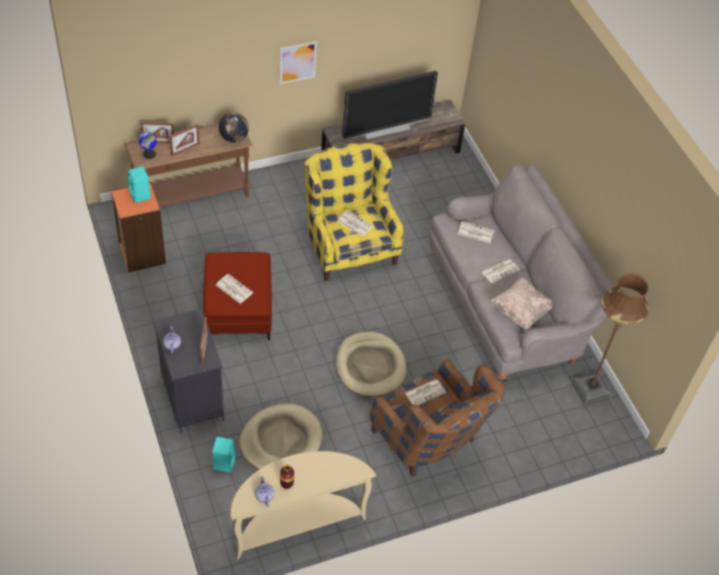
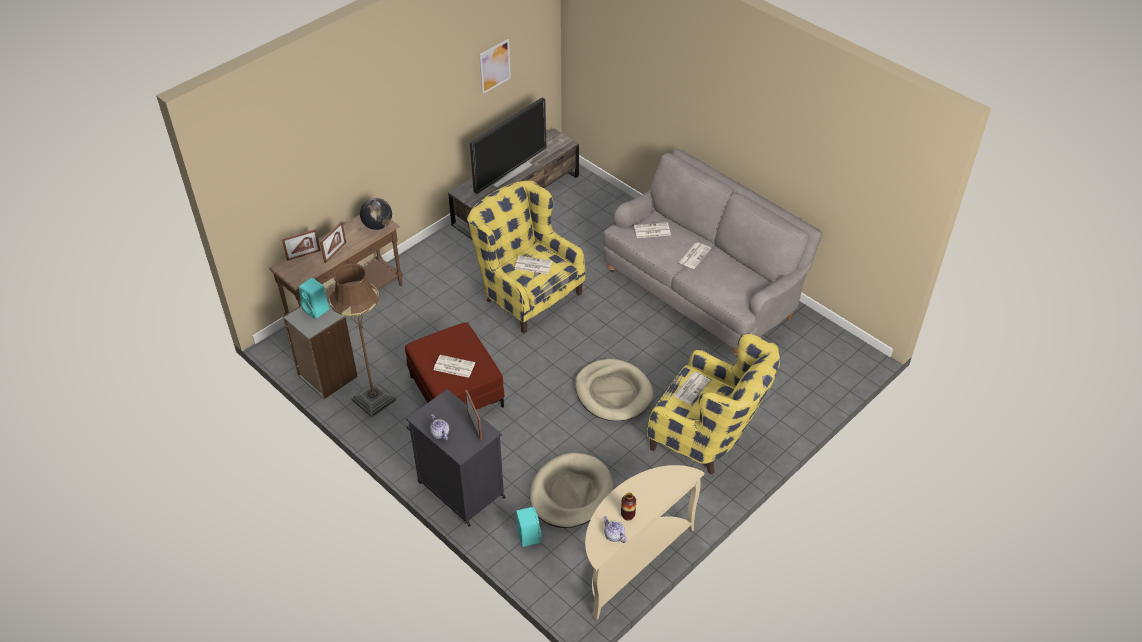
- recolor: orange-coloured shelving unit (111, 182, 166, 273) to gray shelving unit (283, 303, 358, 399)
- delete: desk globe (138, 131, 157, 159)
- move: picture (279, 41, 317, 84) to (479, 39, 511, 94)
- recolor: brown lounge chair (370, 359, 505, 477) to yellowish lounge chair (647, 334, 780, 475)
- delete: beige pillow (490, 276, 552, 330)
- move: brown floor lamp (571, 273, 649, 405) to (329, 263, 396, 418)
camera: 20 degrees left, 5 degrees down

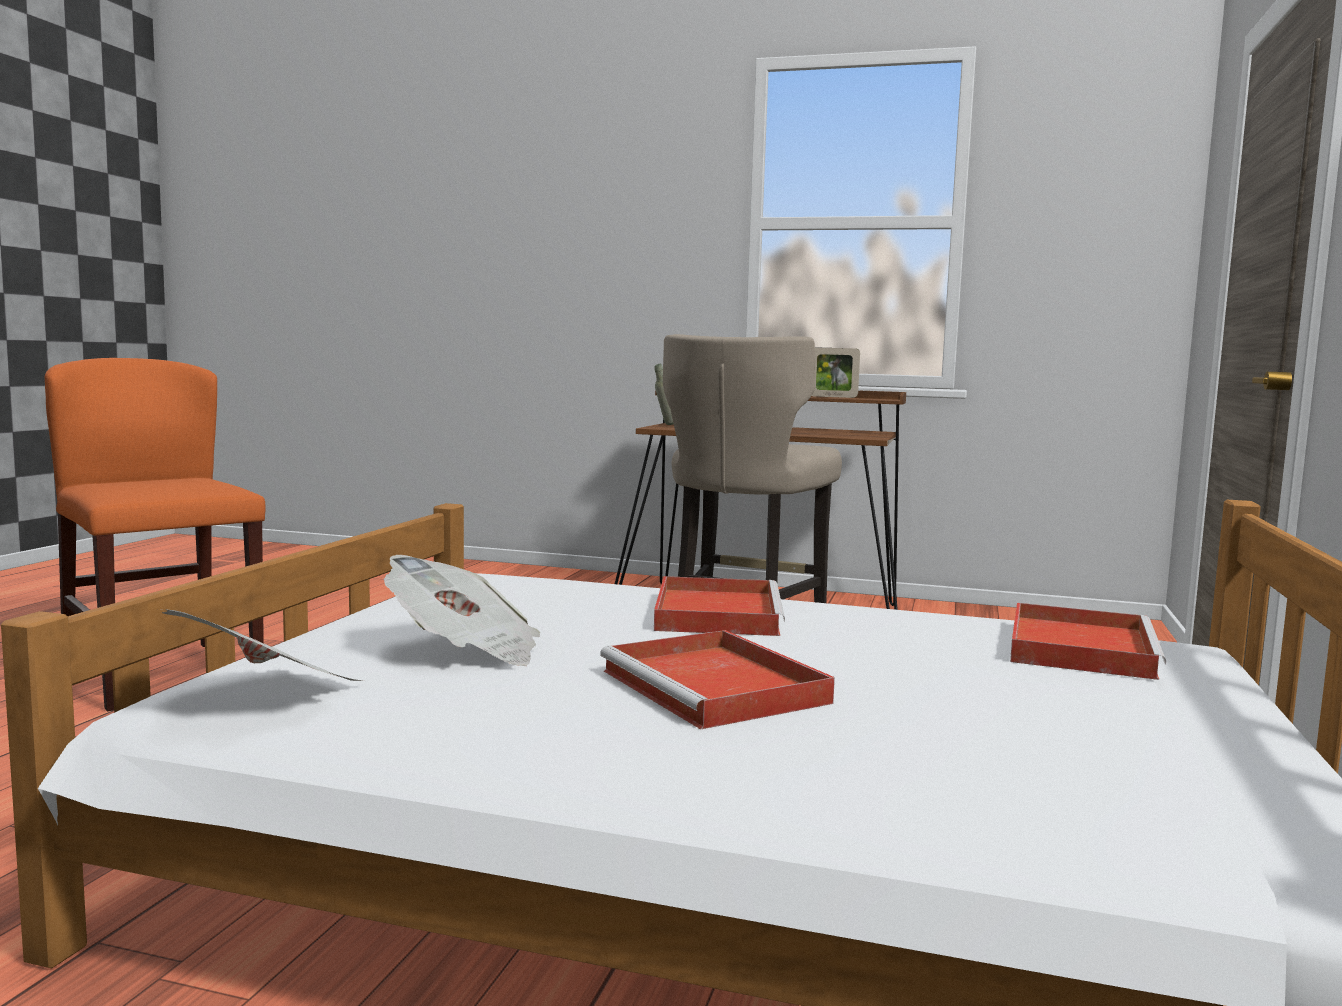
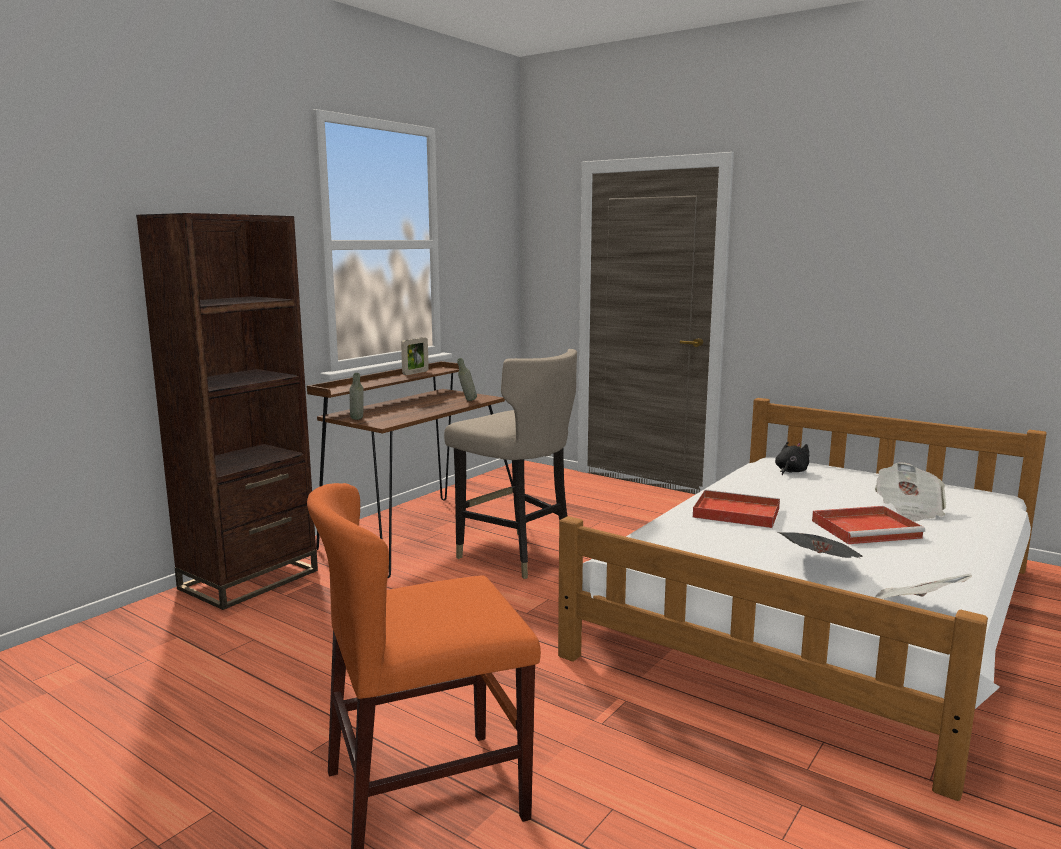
- replace: red-coloured serving tray (1010, 603, 1166, 680) to black-coloured plush toy (775, 442, 809, 475)
- insert: brown shelving unit (136, 213, 318, 610)
- insert: gray drink bottle (457, 358, 477, 401)
- insert: printed paper (875, 462, 946, 522)
camera: 70 degrees left, 5 degrees up

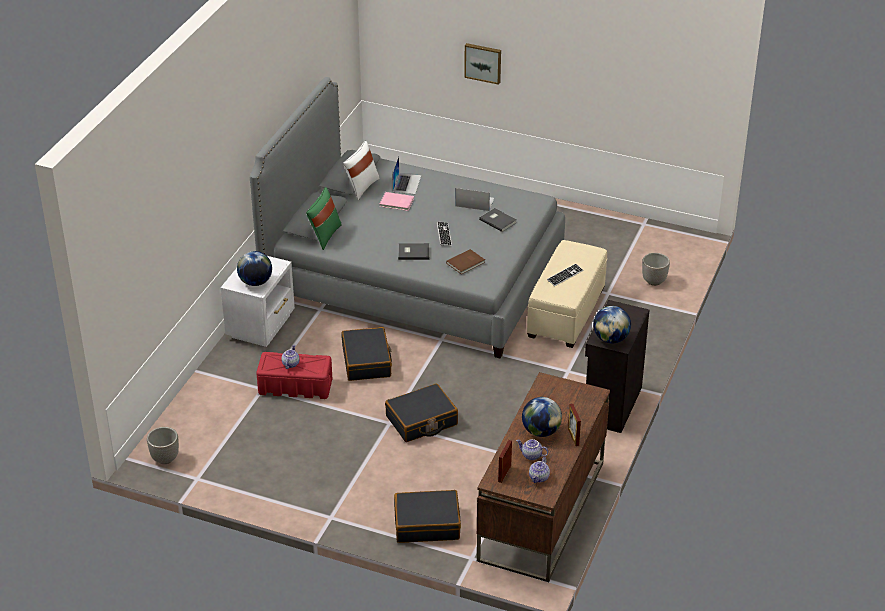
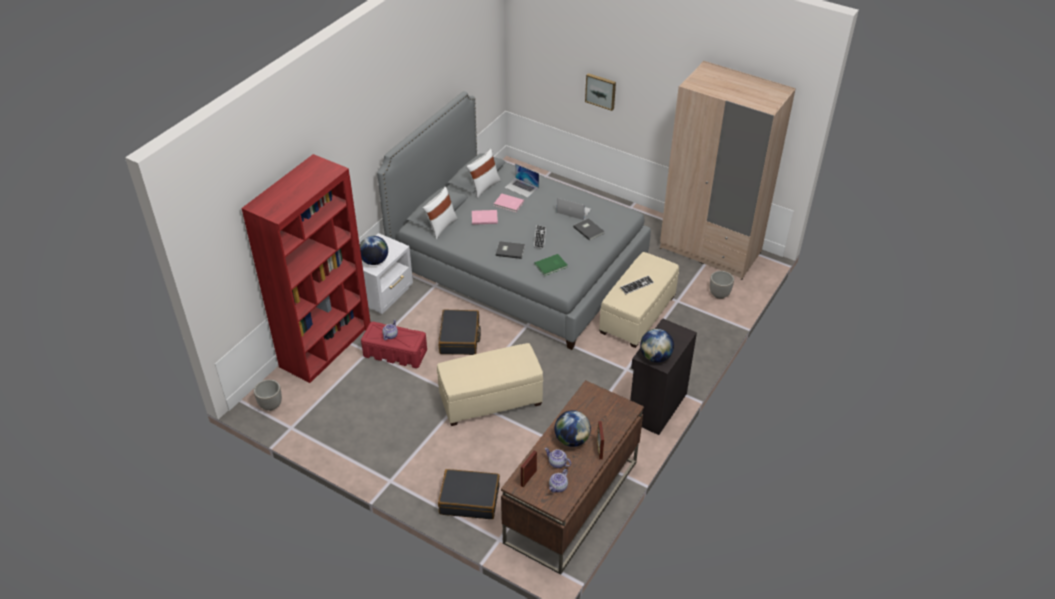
- recolor: green-coloured pillow (306, 187, 342, 250) to white-coloured pillow (423, 187, 458, 240)
- replace: black-coloured travel case (385, 384, 458, 442) to beige pouffe (437, 343, 543, 426)
- rotate: portable computer (392, 156, 421, 194) = (504, 164, 539, 198) 105 degrees clockwise
- recolor: brown book (446, 249, 485, 274) to green-coloured book (535, 254, 567, 276)
- insert: red-coloured shelving unit (241, 154, 370, 383)
- insert: pink book (472, 210, 498, 225)
- insert: beige wardrobe (660, 61, 796, 280)
camera: 10 degrees right, 5 degrees up

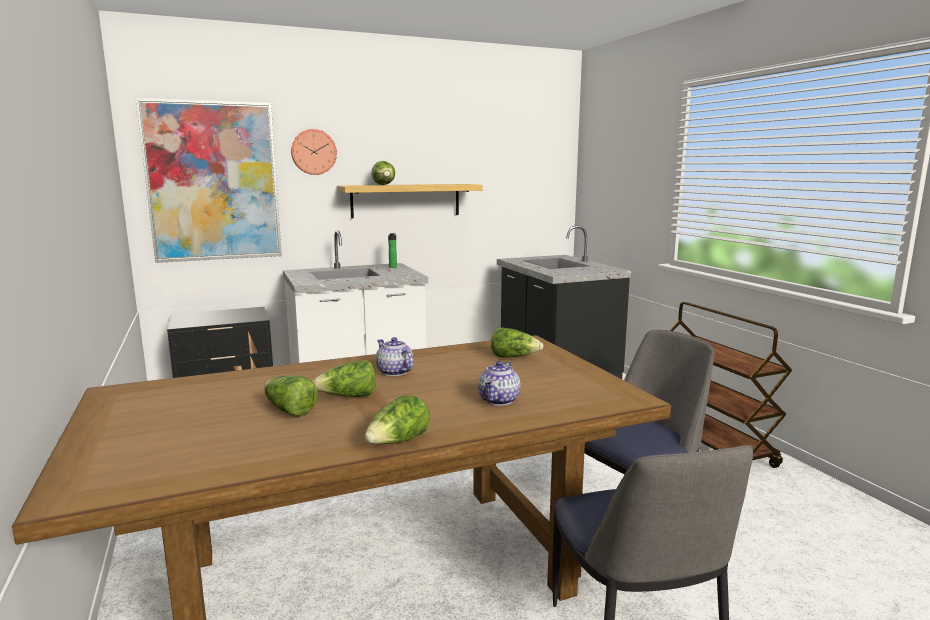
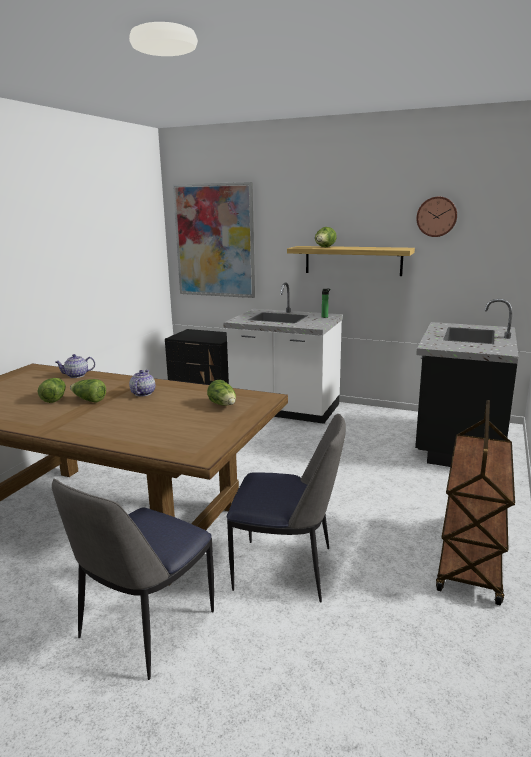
- move: clock on the wall (291, 129, 337, 175) to (416, 197, 457, 237)
- delete: lettuce (365, 395, 430, 444)
- move: teapot (478, 361, 521, 406) to (55, 354, 95, 378)
camera: 45 degrees right, 5 degrees up

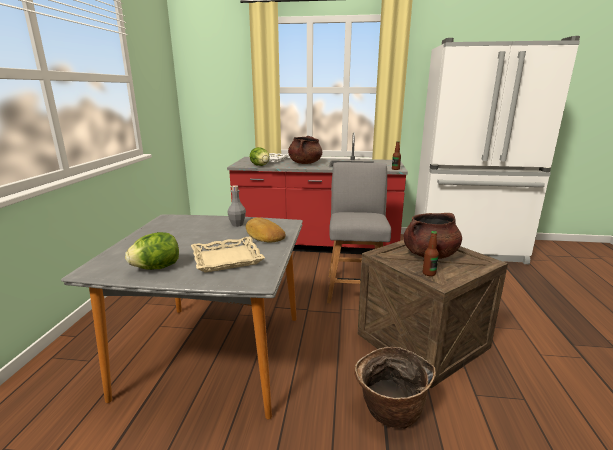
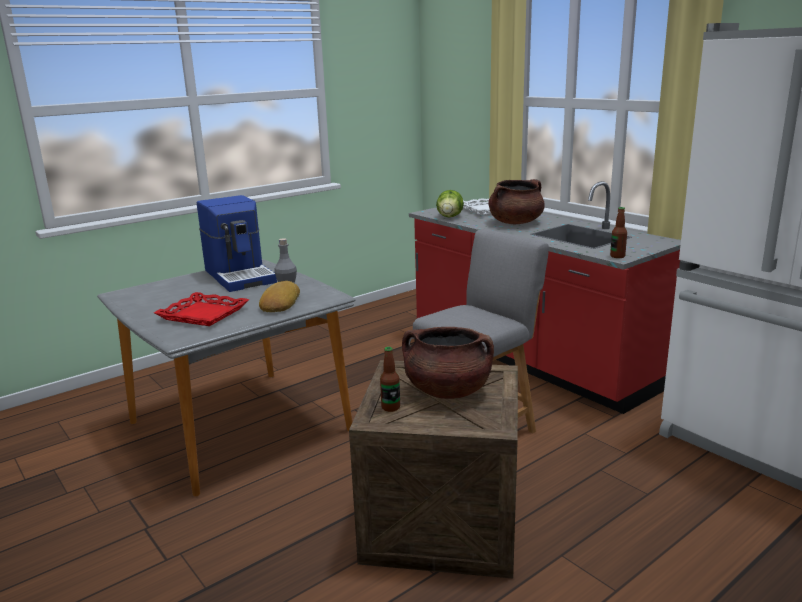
- delete: lettuce (125, 232, 179, 270)
- recolor: beige serving tray (191, 236, 265, 273) to red-coloured serving tray (154, 292, 249, 326)
- delete: storage basket (354, 347, 436, 429)
- insert: coffee brewer (197, 195, 277, 292)
camera: 45 degrees right, 0 degrees up

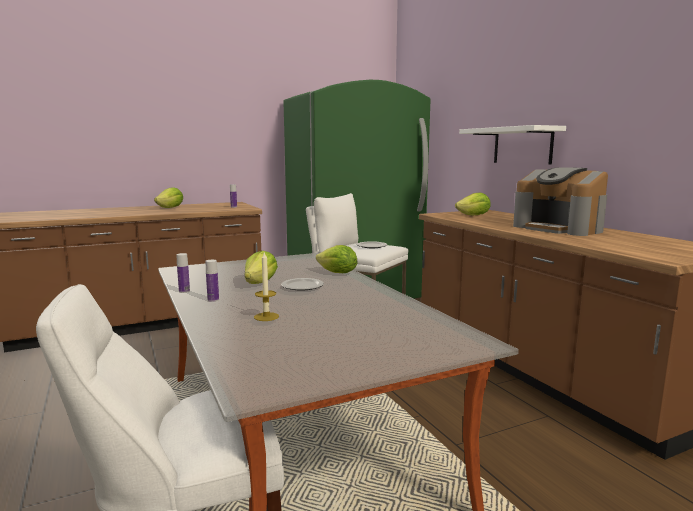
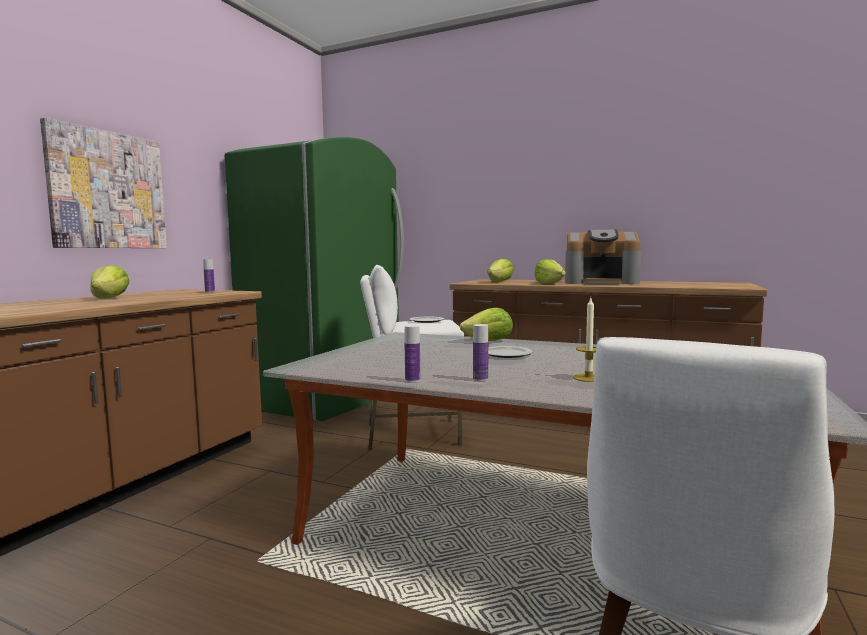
- move: lettuce (245, 251, 278, 284) to (535, 259, 566, 284)
- delete: white-coloured wall shelf (459, 125, 566, 165)
- insert: picture (40, 118, 167, 248)
camera: 40 degrees left, 5 degrees down

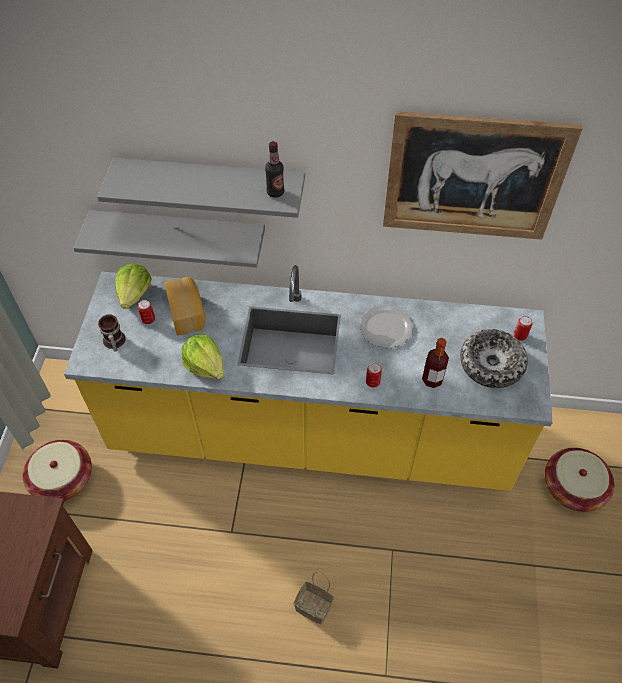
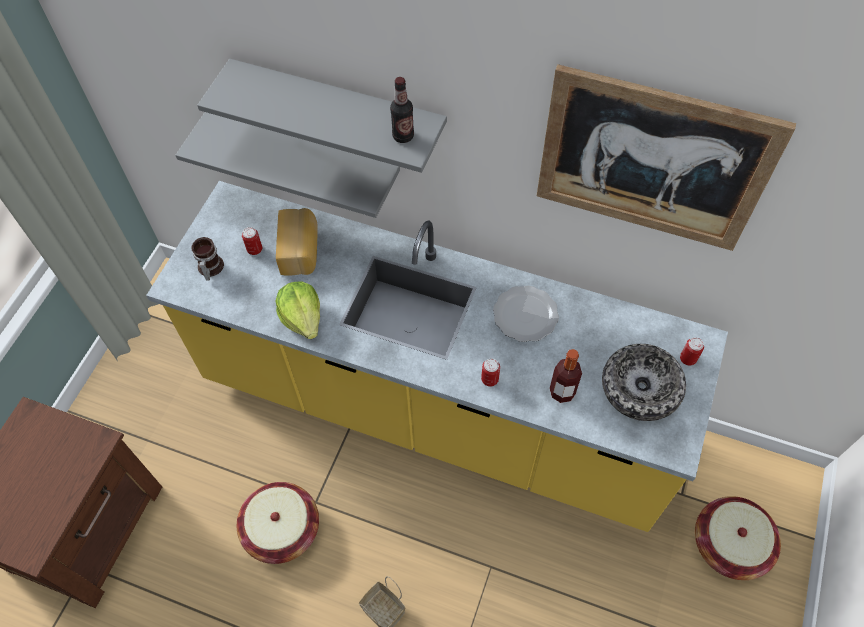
- move: storage basket (23, 440, 92, 501) to (237, 482, 319, 564)
- delete: lettuce (115, 263, 152, 309)
camera: 15 degrees right, 5 degrees up

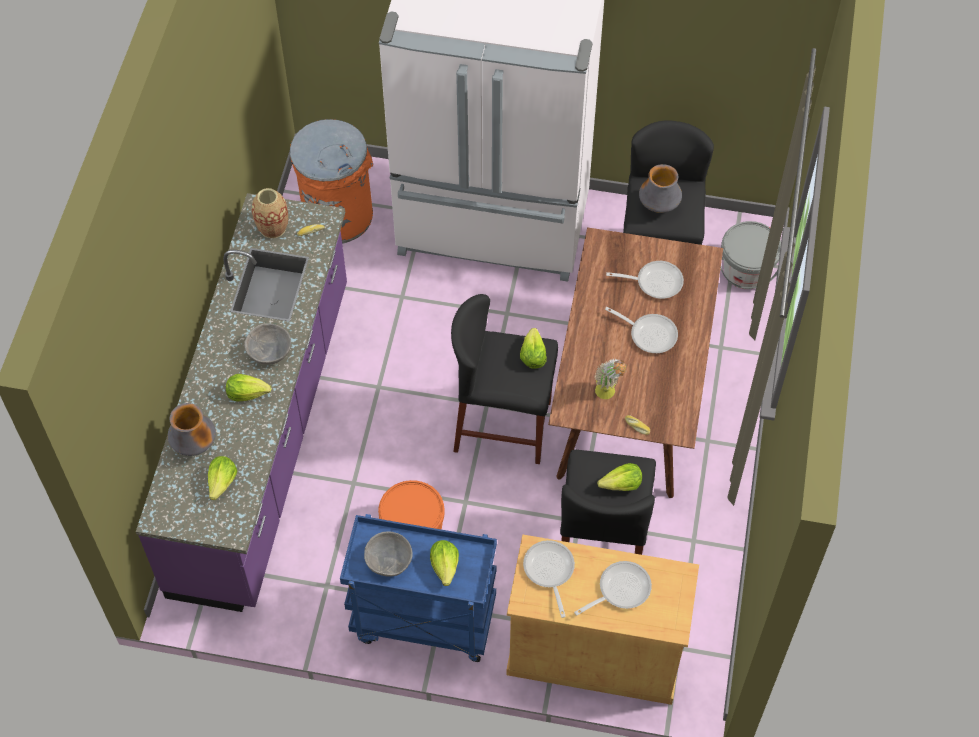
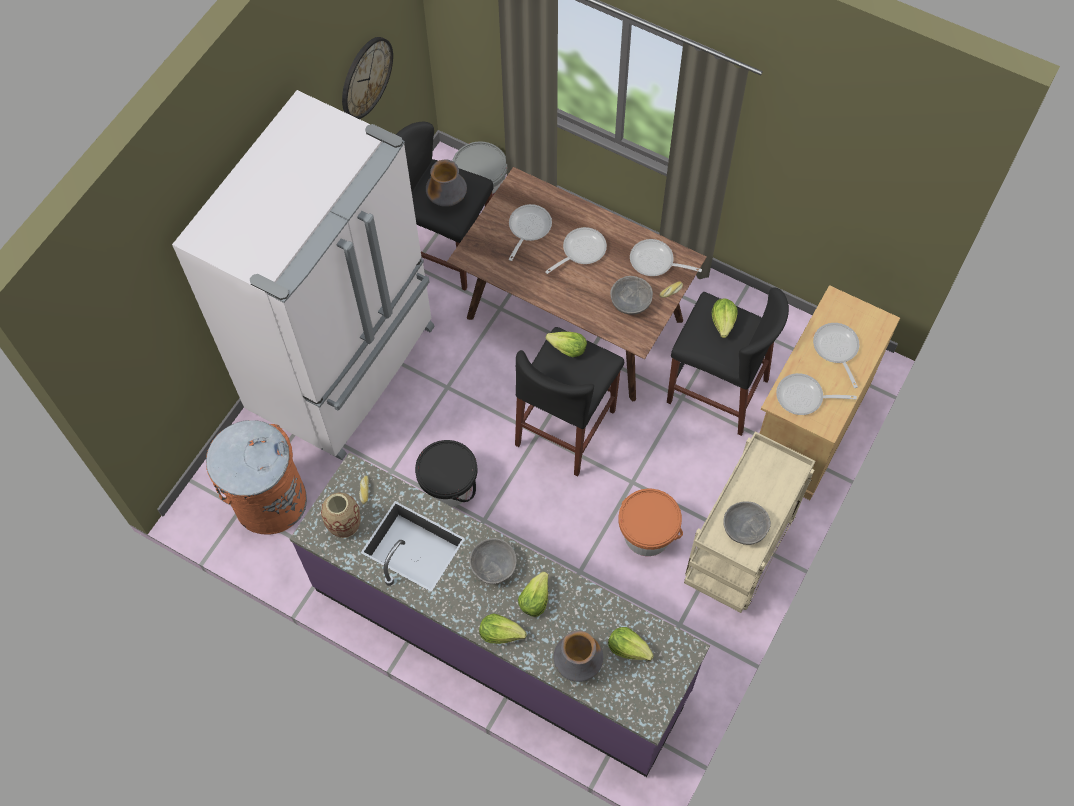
- recolor: blue wheeled cart (340, 514, 497, 662) to beige wheeled cart (684, 432, 815, 613)
- move: lettuce (430, 540, 459, 586) to (479, 613, 526, 644)
- replace: potted plant (594, 359, 627, 399) to gray serving bowl (610, 276, 653, 315)
- insert: clock on the wall (342, 37, 393, 119)
- insert: black-coloured pail (415, 440, 477, 507)
- insert: frying pan (630, 239, 702, 276)
camera: 70 degrees left, 5 degrees up

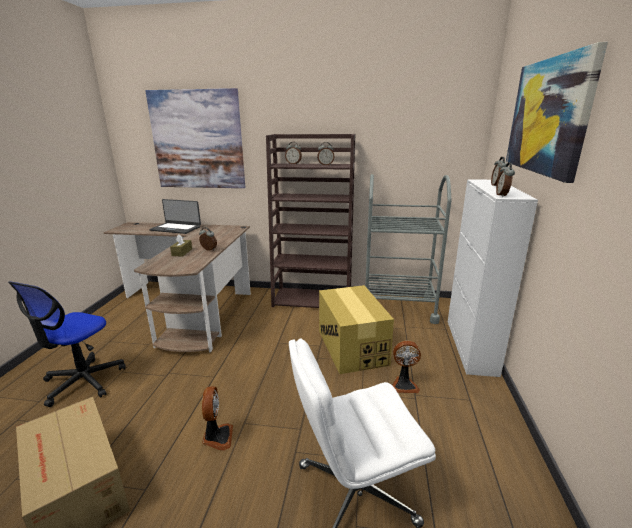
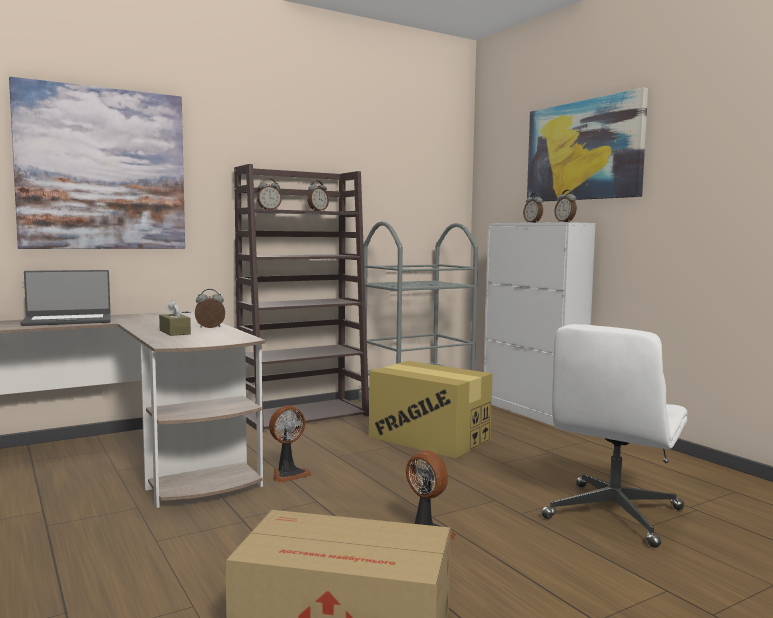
- delete: desk chair (8, 281, 126, 407)
- move: cooling fan (392, 341, 421, 393) to (269, 406, 311, 483)
camera: 40 degrees left, 15 degrees down

